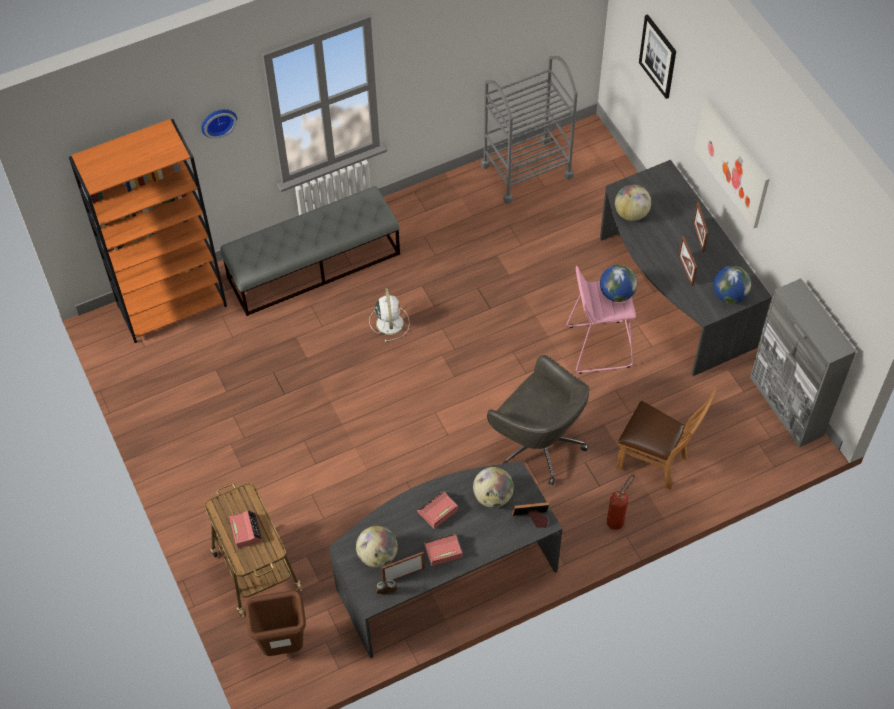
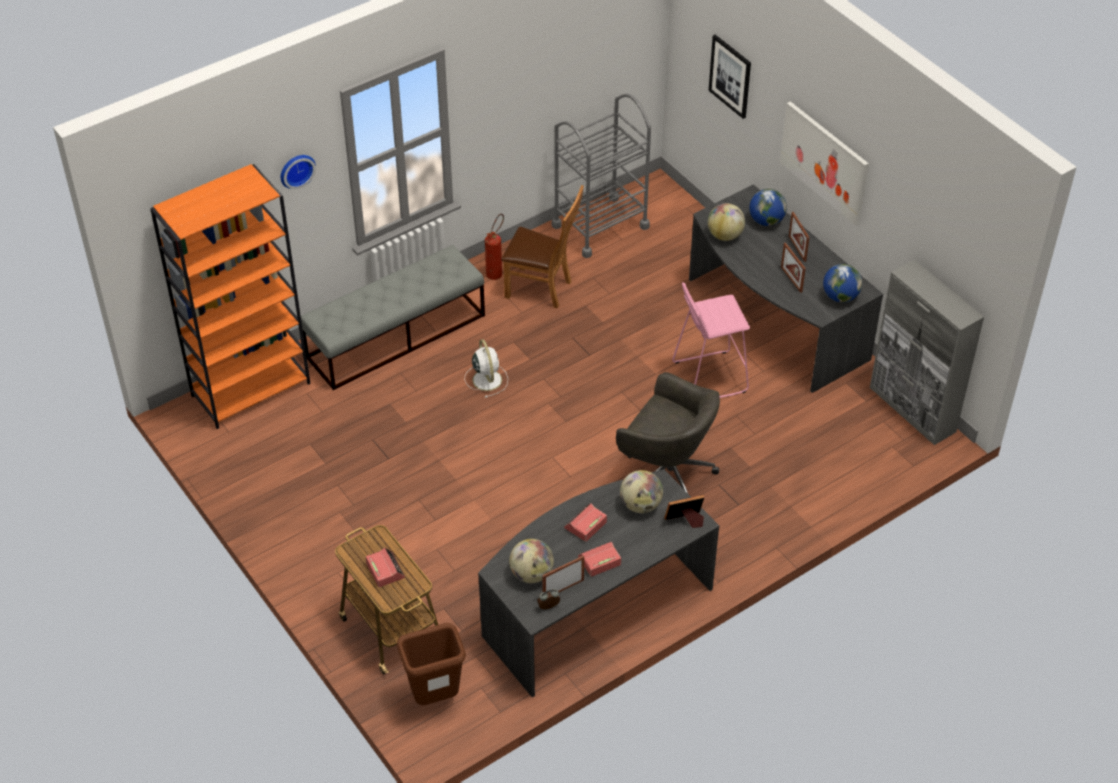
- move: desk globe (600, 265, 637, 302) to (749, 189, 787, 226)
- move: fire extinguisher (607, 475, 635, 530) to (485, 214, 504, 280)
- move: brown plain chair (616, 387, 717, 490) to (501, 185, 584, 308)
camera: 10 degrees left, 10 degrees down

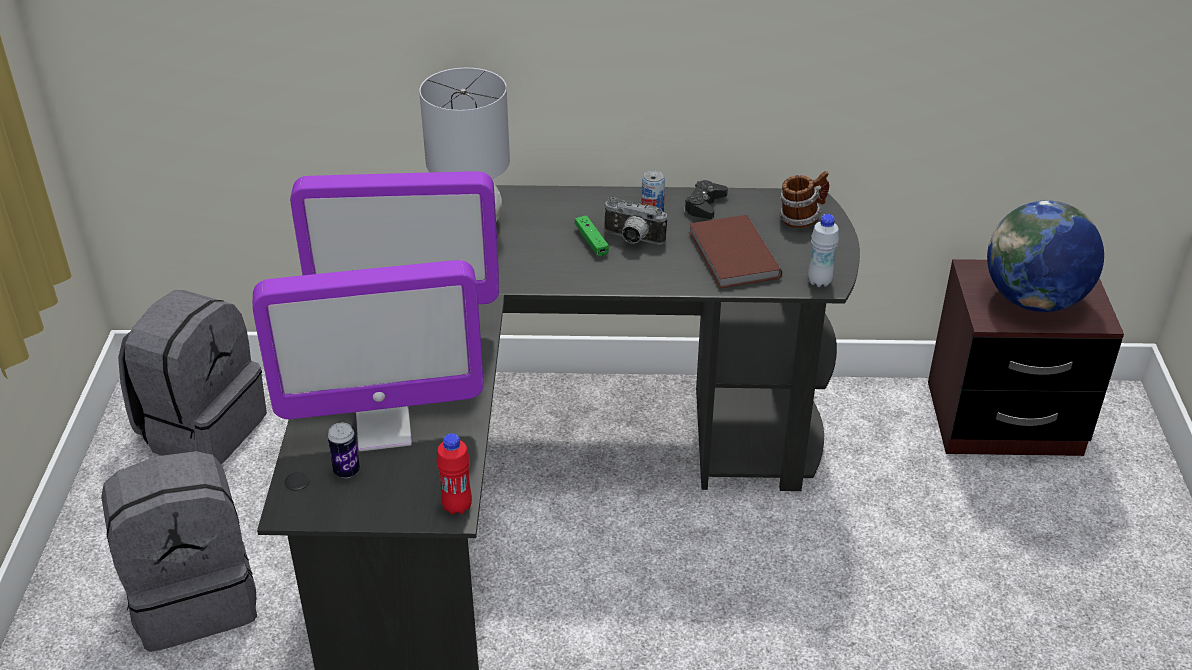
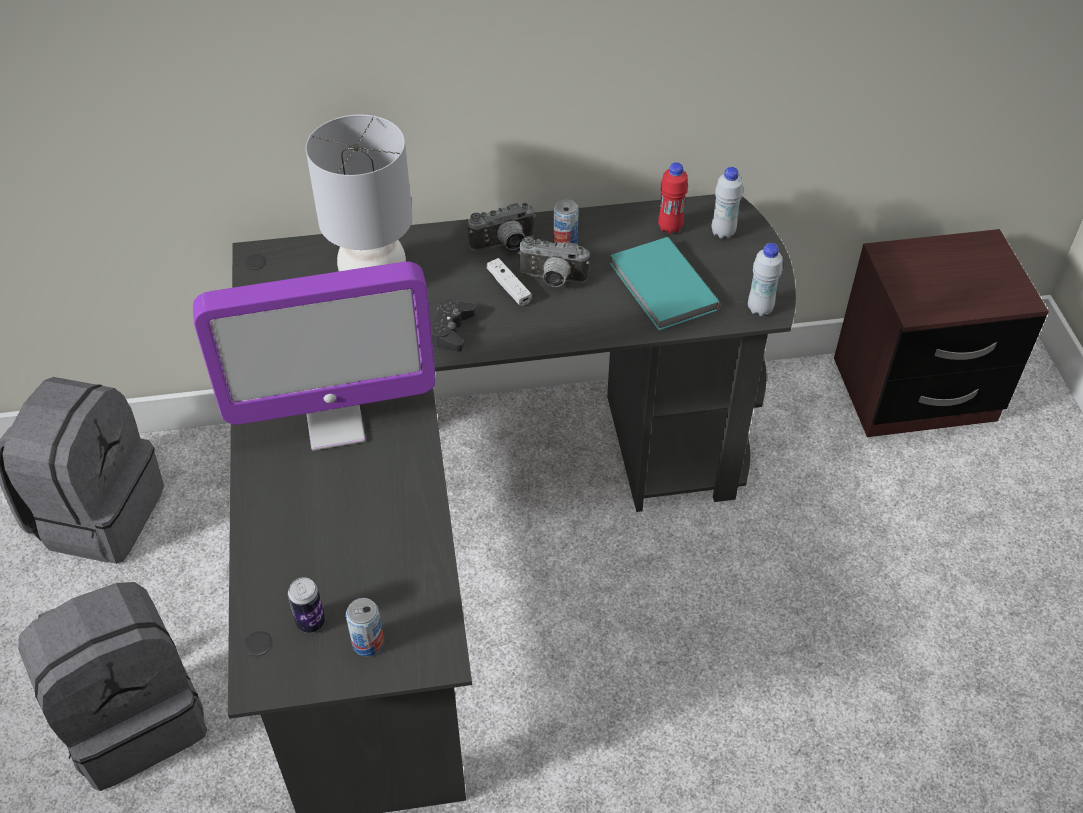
- delete: computer display (252, 260, 484, 451)
- move: red-coloured drink bottle (437, 433, 472, 515) to (658, 162, 688, 234)
- recolor: green-coloured gamepad (575, 215, 609, 256) to white-coloured gamepad (487, 258, 532, 306)
- move: black-coloured gamepad (684, 180, 728, 219) to (431, 300, 476, 352)
- recolor: brown book (689, 215, 782, 288) to turquoise book (610, 237, 721, 330)
- replace: coffee mug (780, 171, 829, 228) to white-coloured drink bottle (712, 167, 743, 239)
- delete: desk globe (987, 201, 1104, 312)
- insert: sealed can (346, 598, 384, 656)
- insert: still camera (468, 203, 536, 251)
camera: 10 degrees left, 10 degrees up

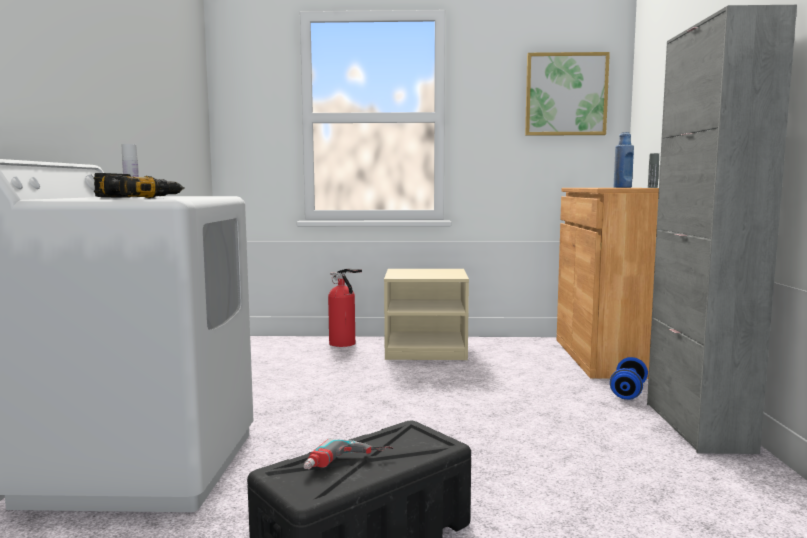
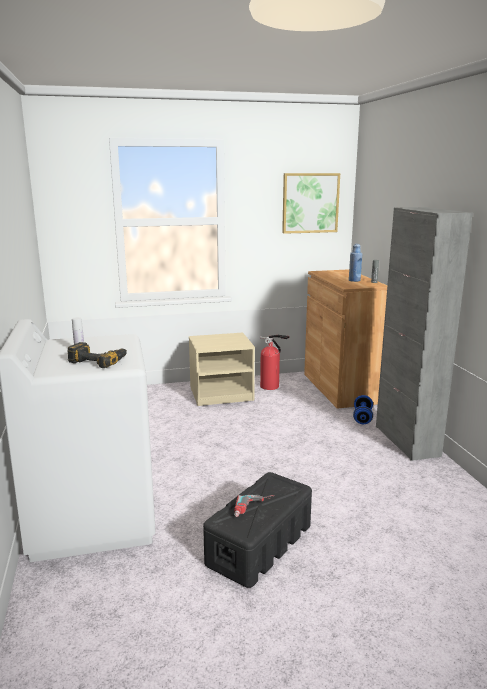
- move: fire extinguisher (328, 268, 362, 347) to (260, 335, 289, 390)
camera: 15 degrees left, 10 degrees up

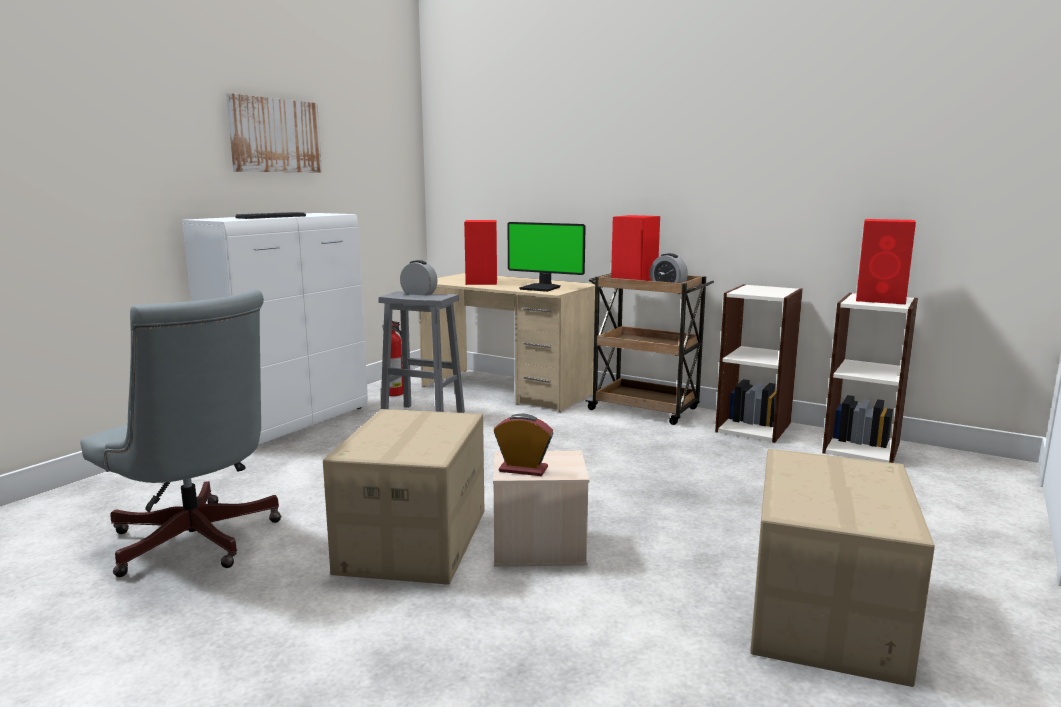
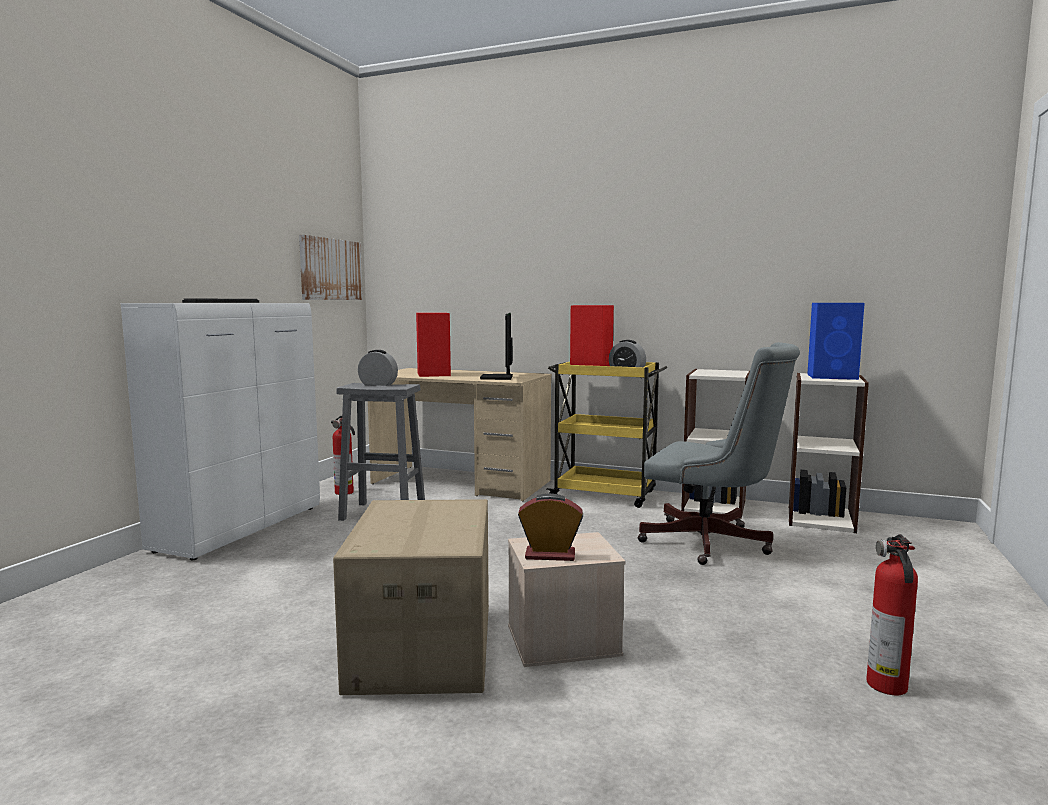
- move: gray desk chair (80, 290, 282, 577) to (638, 342, 800, 565)
- move: picture (226, 93, 322, 172) to (299, 235, 363, 300)
- rotate: computer display (508, 222, 586, 292) = (480, 313, 513, 380) 75 degrees clockwise
- recolor: brown wheeled cart (585, 273, 714, 425) to yellowish wheeled cart (547, 362, 667, 508)
- replace: carton (750, 449, 935, 687) to fire extinguisher (866, 534, 918, 695)
- recolor: red-coloured audio speaker (856, 219, 916, 304) to blue audio speaker (807, 303, 865, 380)
camera: 10 degrees left, 5 degrees down

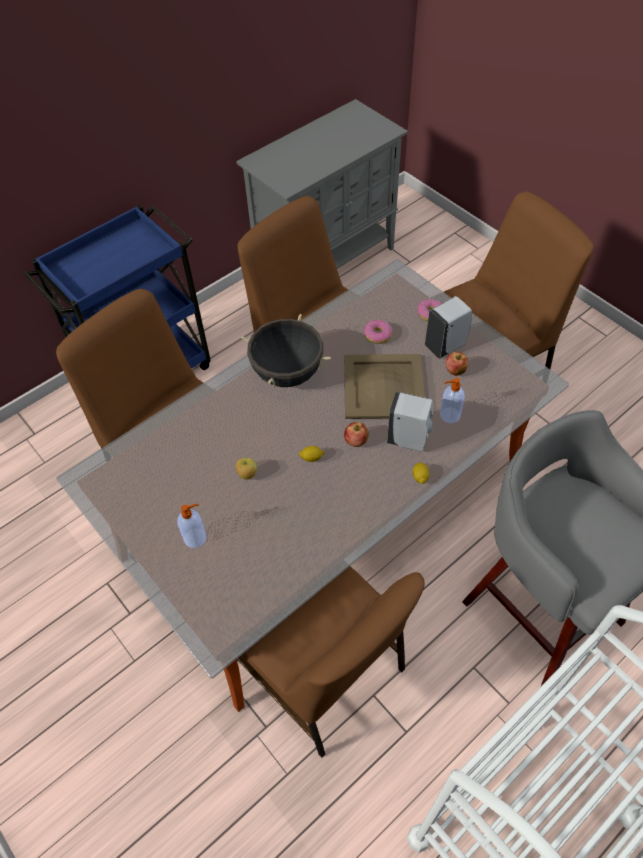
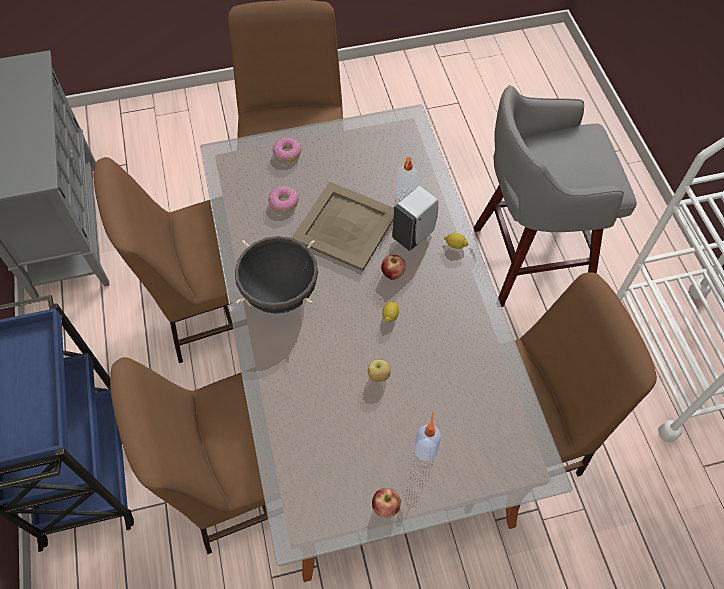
- delete: white-coloured soap dispenser (425, 296, 472, 359)
- move: whole apple (446, 352, 469, 376) to (372, 488, 401, 518)
camera: 65 degrees left, 5 degrees up

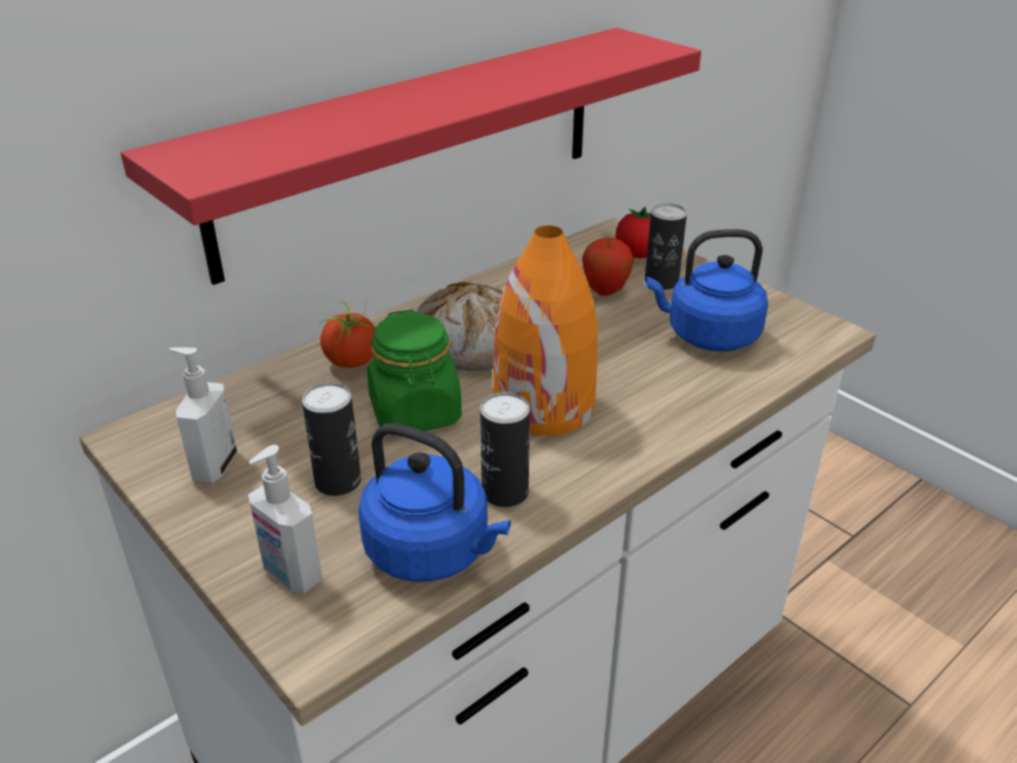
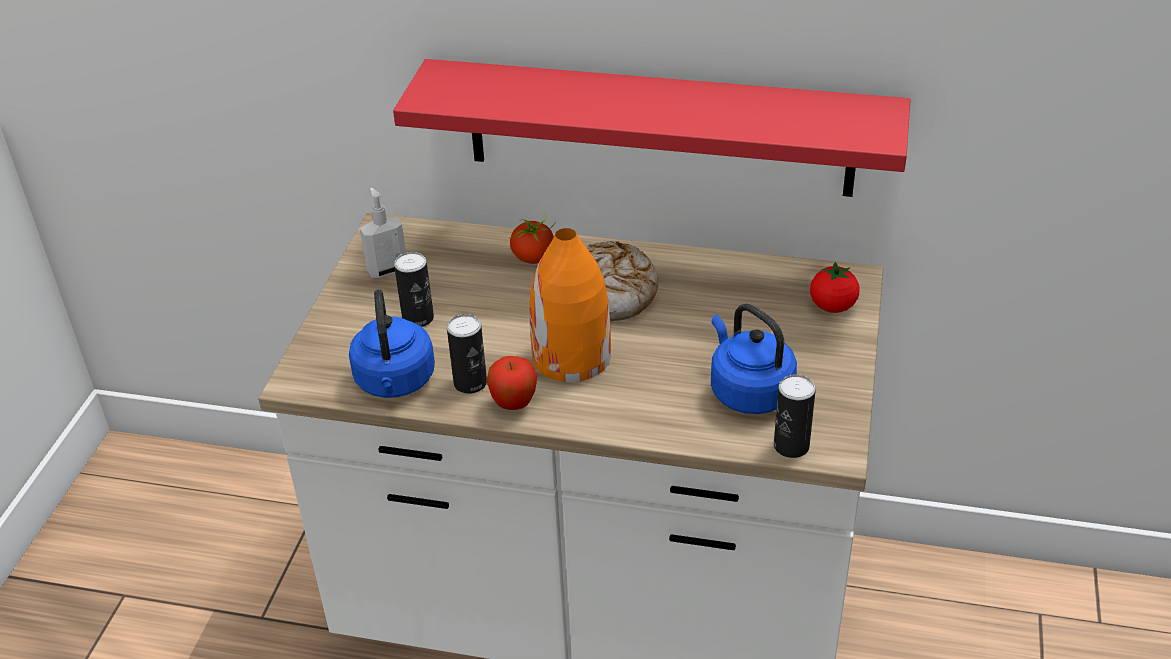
- delete: soap dispenser (248, 445, 323, 594)
- delete: green-coloured jar (367, 309, 462, 435)
- move: whole apple (582, 238, 634, 296) to (486, 356, 538, 410)
- move: sealed can (645, 203, 687, 290) to (774, 374, 816, 458)
camera: 55 degrees right, 5 degrees up

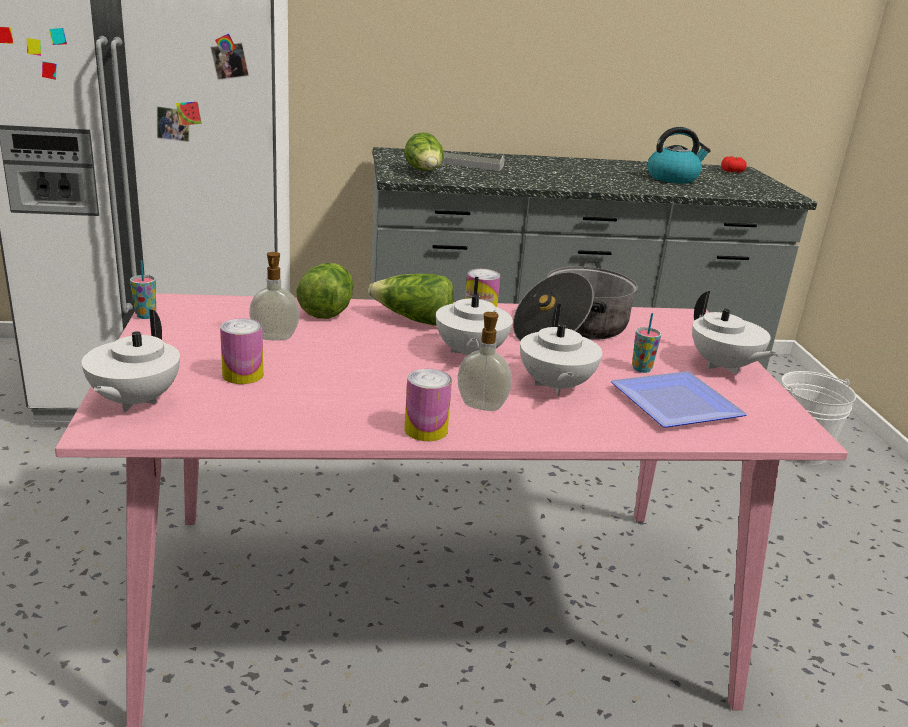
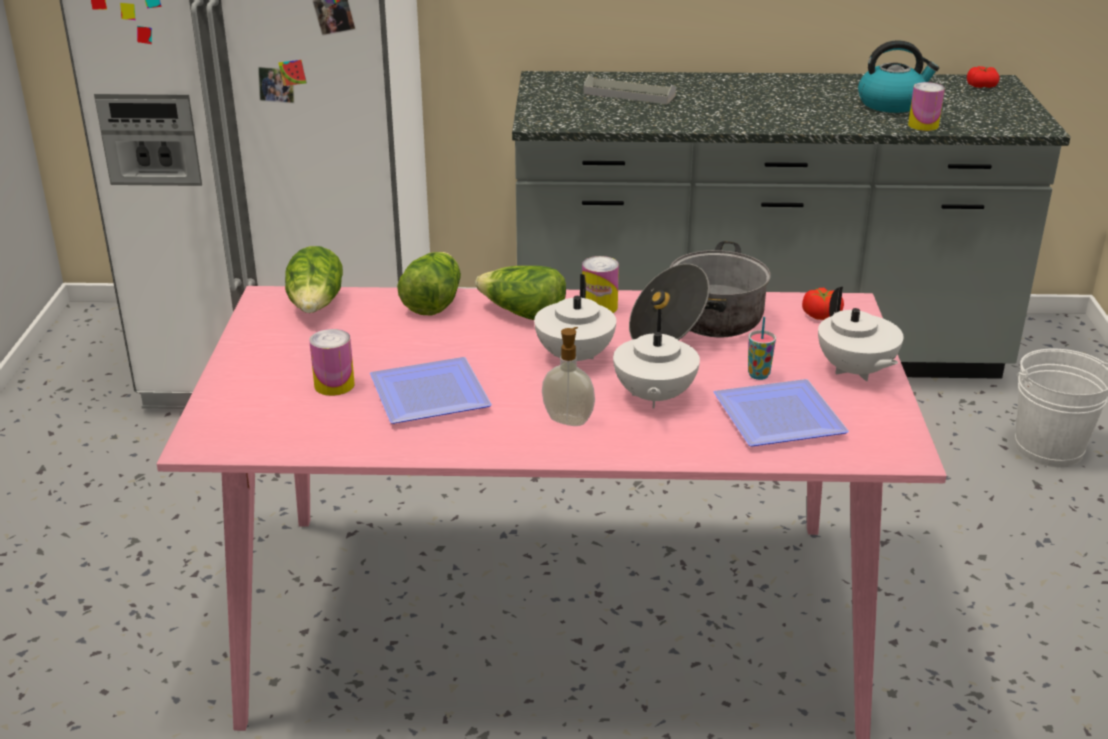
- delete: white-coloured teapot (82, 309, 180, 412)
- delete: small cup (130, 260, 156, 319)
- delete: soap dispenser (249, 252, 300, 340)
- move: lettuce (404, 132, 444, 171) to (285, 246, 343, 313)
- move: sealed can (404, 369, 452, 441) to (908, 82, 945, 131)
- insert: flat dish (370, 357, 492, 424)
- insert: whole tomato (802, 288, 844, 320)
camera: 10 degrees right, 5 degrees up

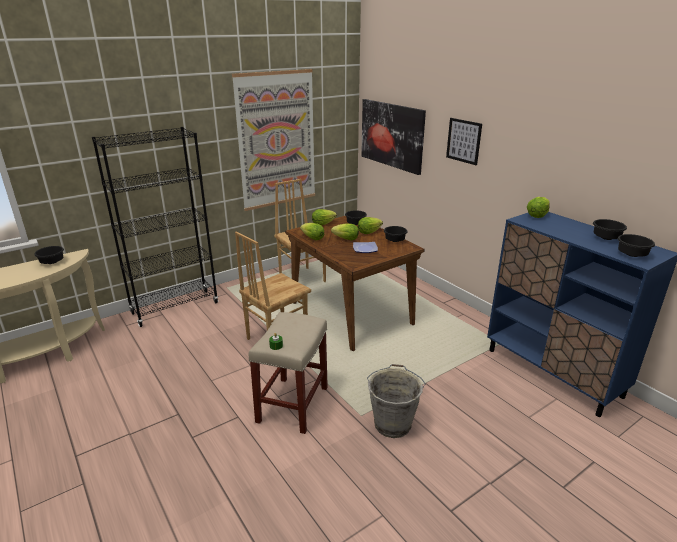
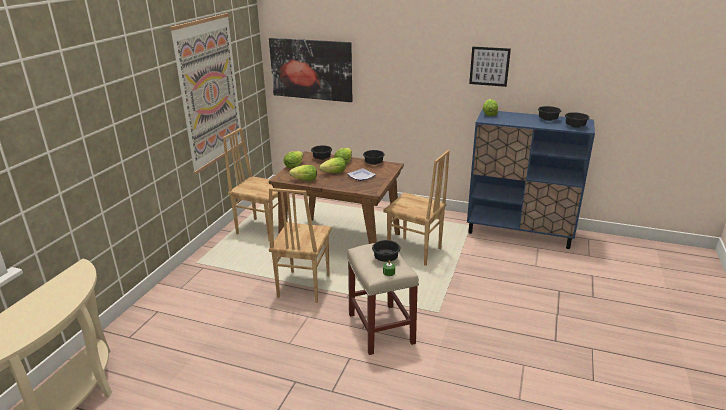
- move: black-coloured serving bowl (34, 246, 64, 264) to (372, 240, 400, 262)
- delete: black-coloured shelving unit (92, 127, 219, 327)
- delete: gray pail (367, 364, 426, 438)
- move: picture (446, 118, 482, 165) to (469, 46, 511, 87)
- insert: brown plain chair (383, 150, 450, 266)
camera: 35 degrees left, 0 degrees up

